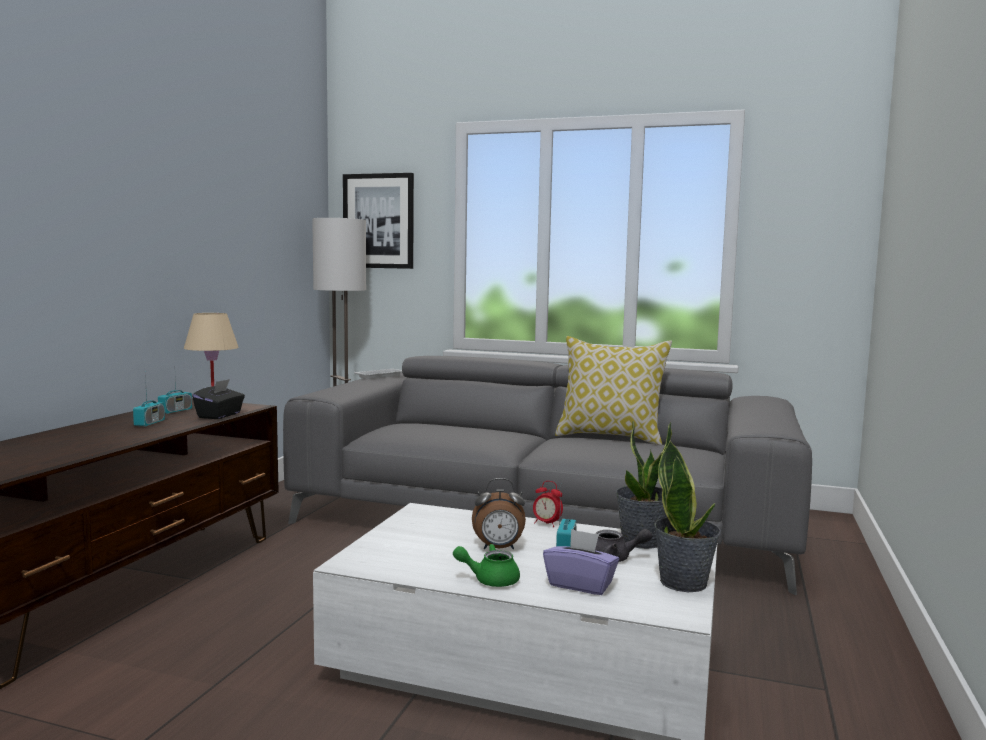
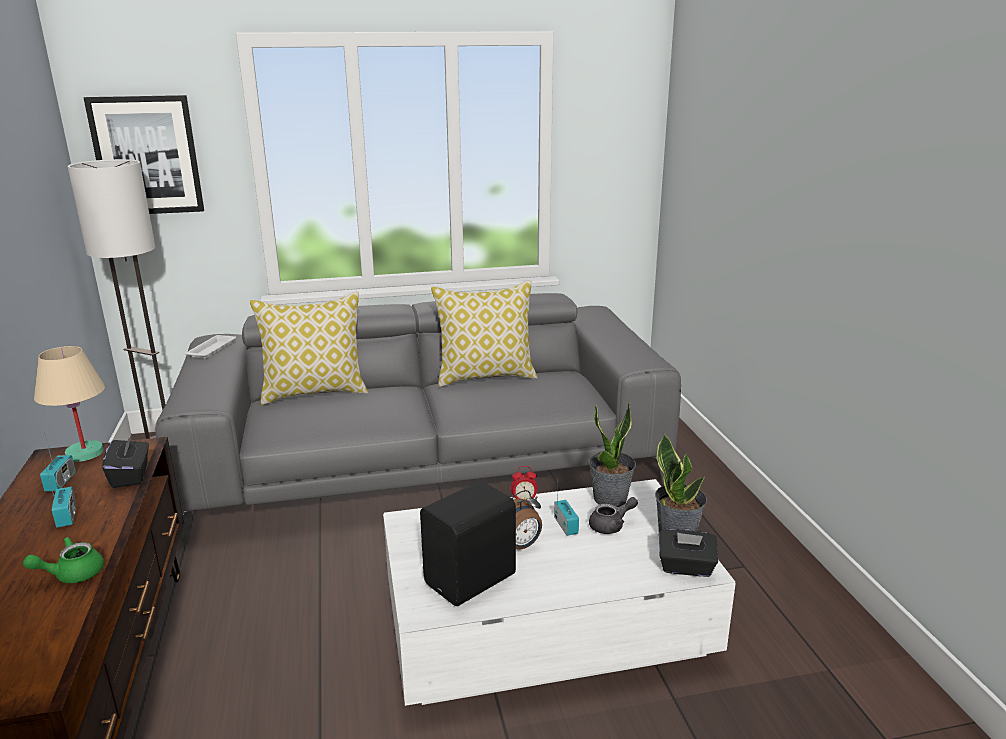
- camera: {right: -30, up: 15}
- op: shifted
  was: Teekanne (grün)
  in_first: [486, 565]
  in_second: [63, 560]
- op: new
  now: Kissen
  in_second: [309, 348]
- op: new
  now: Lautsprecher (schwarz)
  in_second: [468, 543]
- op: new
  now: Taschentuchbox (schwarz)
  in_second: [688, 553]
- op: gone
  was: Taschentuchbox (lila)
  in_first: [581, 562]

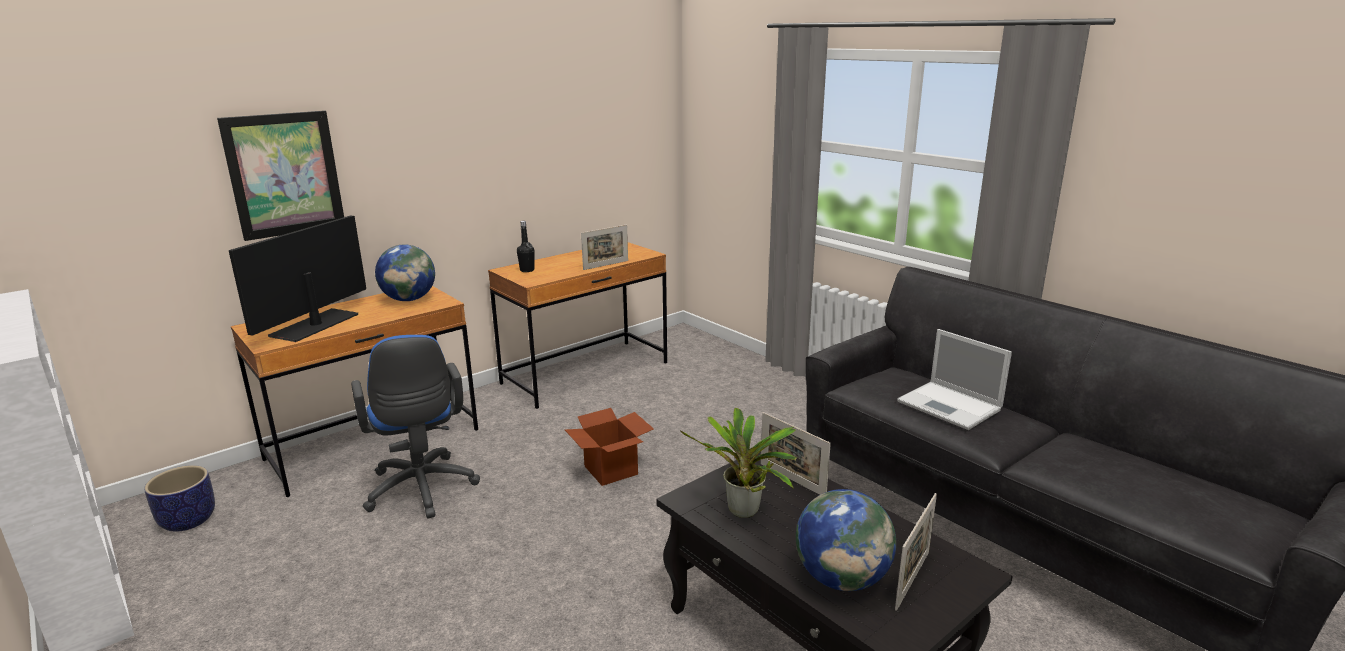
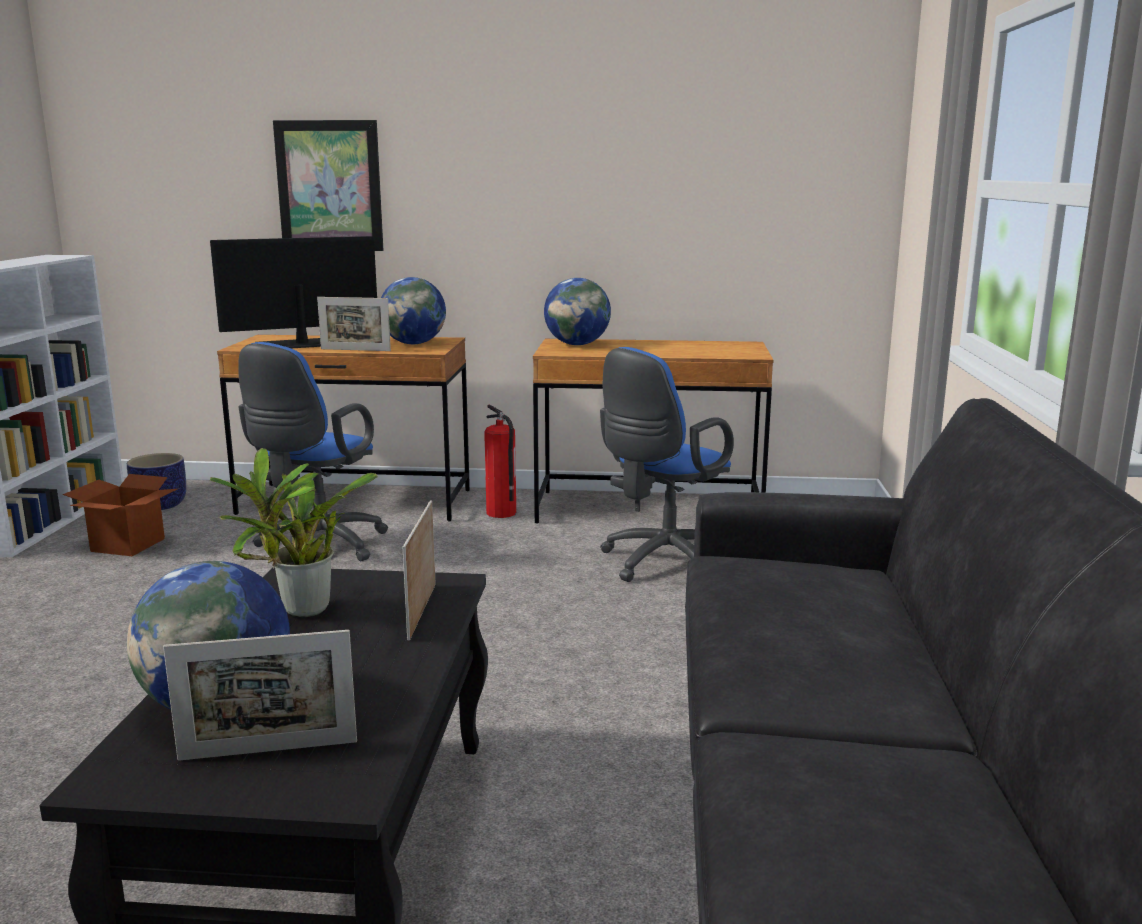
- camera: {right: 45, up: -5}
- op: shifted
  was: Karton
  in_first: [609, 447]
  in_second: [120, 515]
- op: shifted
  was: Bilderrahmen
  in_first: [604, 247]
  in_second: [354, 324]
- op: new
  now: Feuerlöscher
  in_second: [500, 461]
- op: swapped
  was: Flasche (schwarz)
  now: Globus
  in_first: [526, 246]
  in_second: [577, 311]
- op: new
  now: Bürostuhl (blau)
  in_second: [667, 464]
- op: gone
  was: Laptop
  in_first: [954, 379]

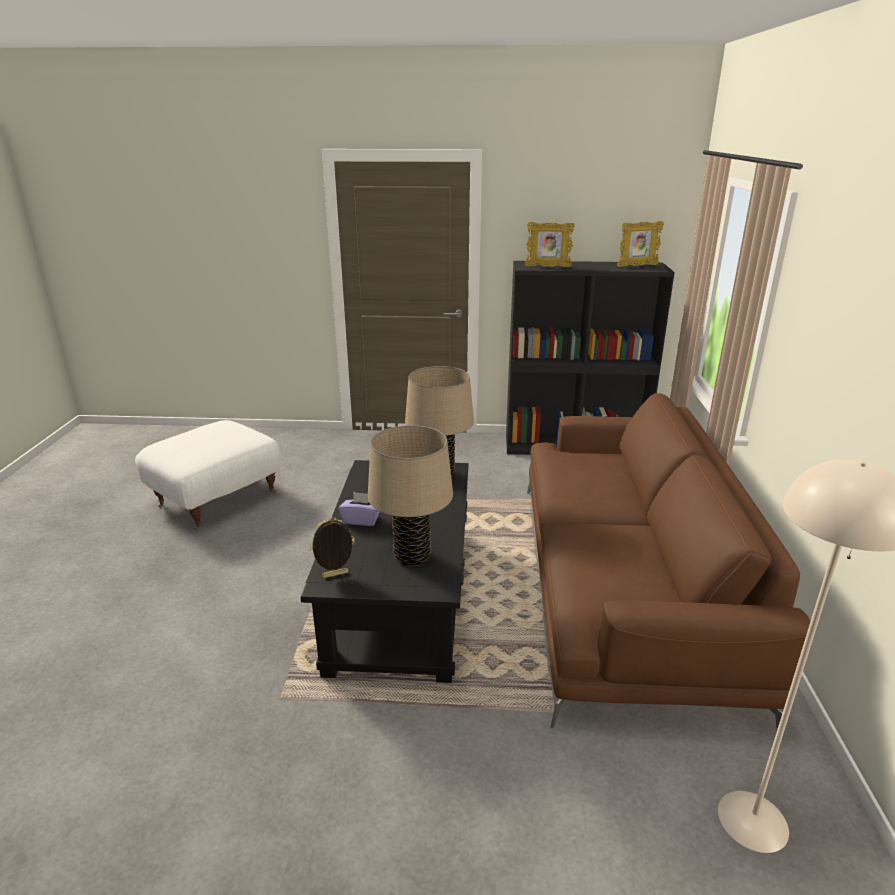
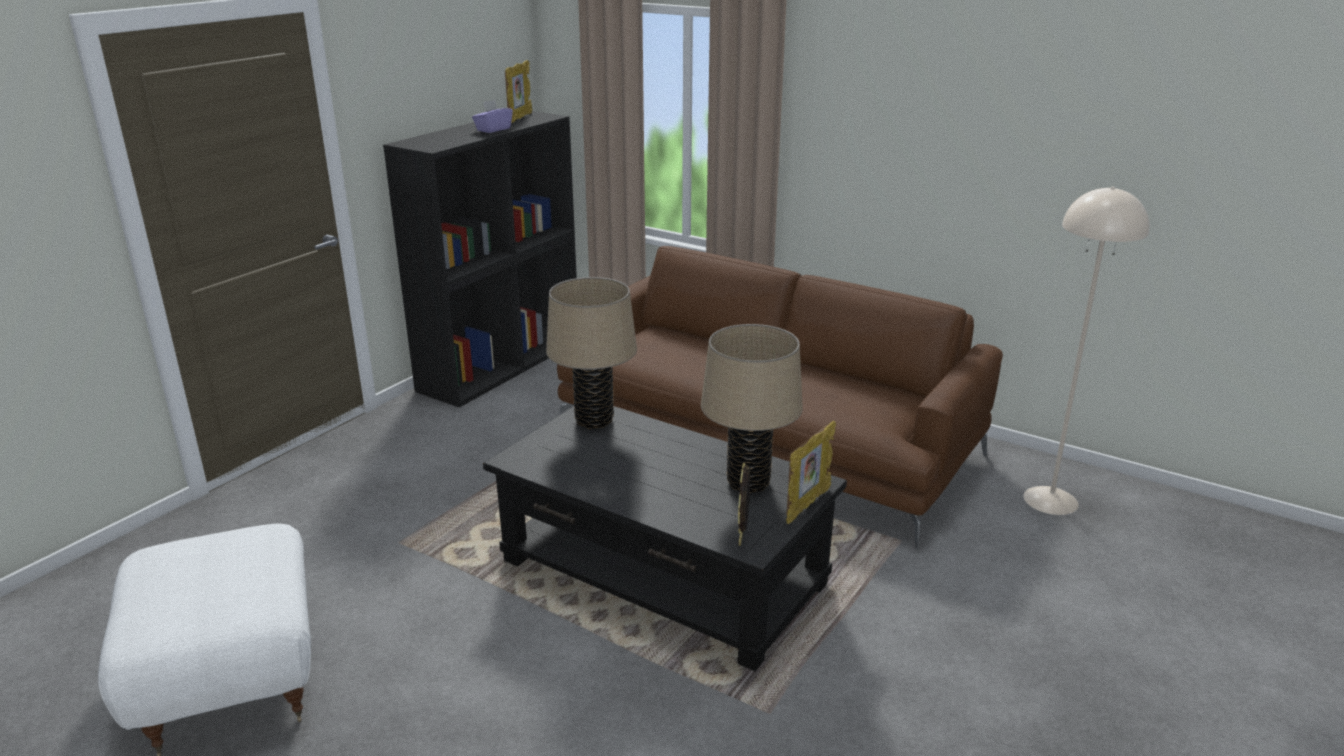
- camera: {right: -60, up: 0}
- op: shifted
  was: Taschentuchbox (lila)
  in_first: [359, 509]
  in_second: [492, 116]
- op: shifted
  was: Bilderrahmen
  in_first: [550, 244]
  in_second: [811, 472]

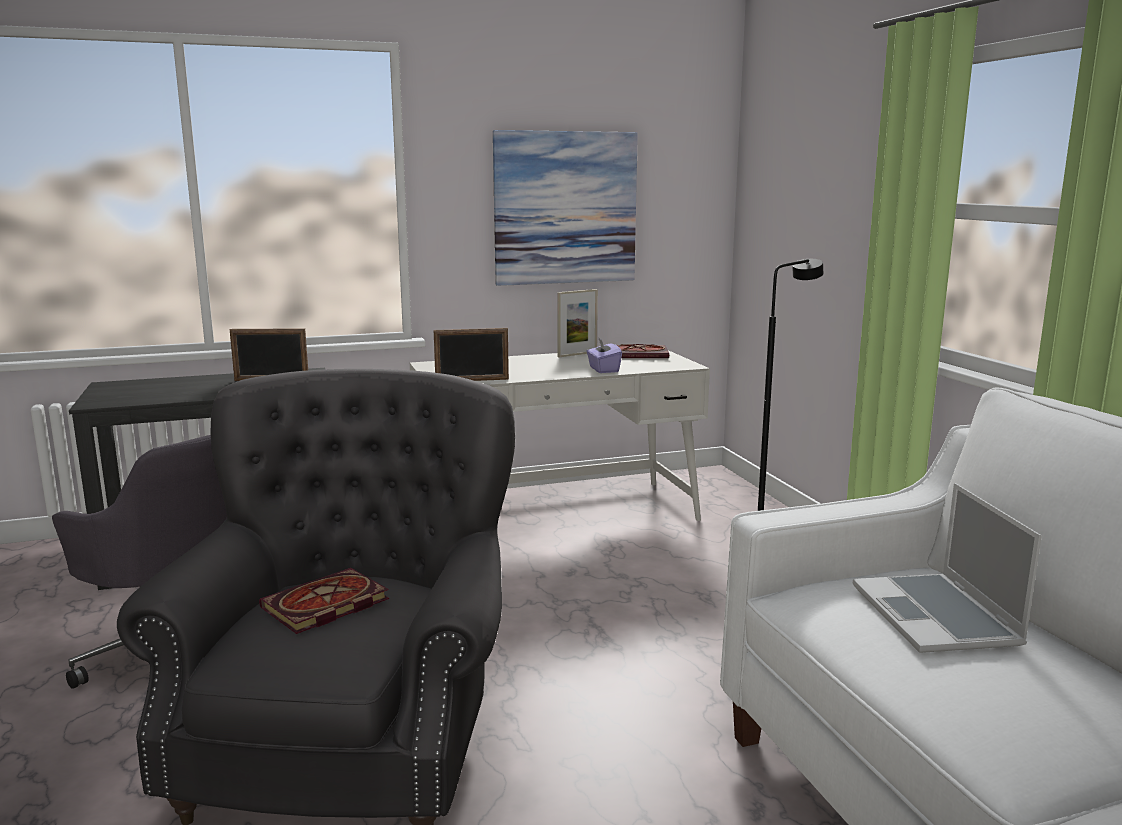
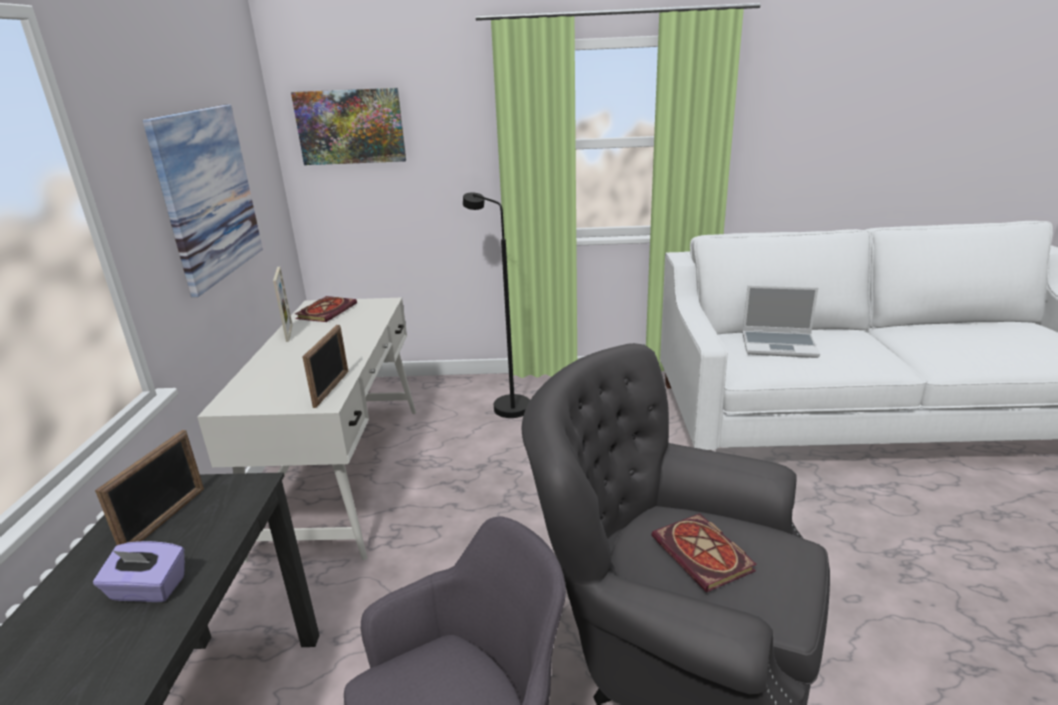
- camera: {right: -70, up: 10}
- op: shifted
  was: Taschentuchbox (lila)
  in_first: [604, 355]
  in_second: [139, 571]
- op: new
  now: Bild
  in_second: [348, 126]

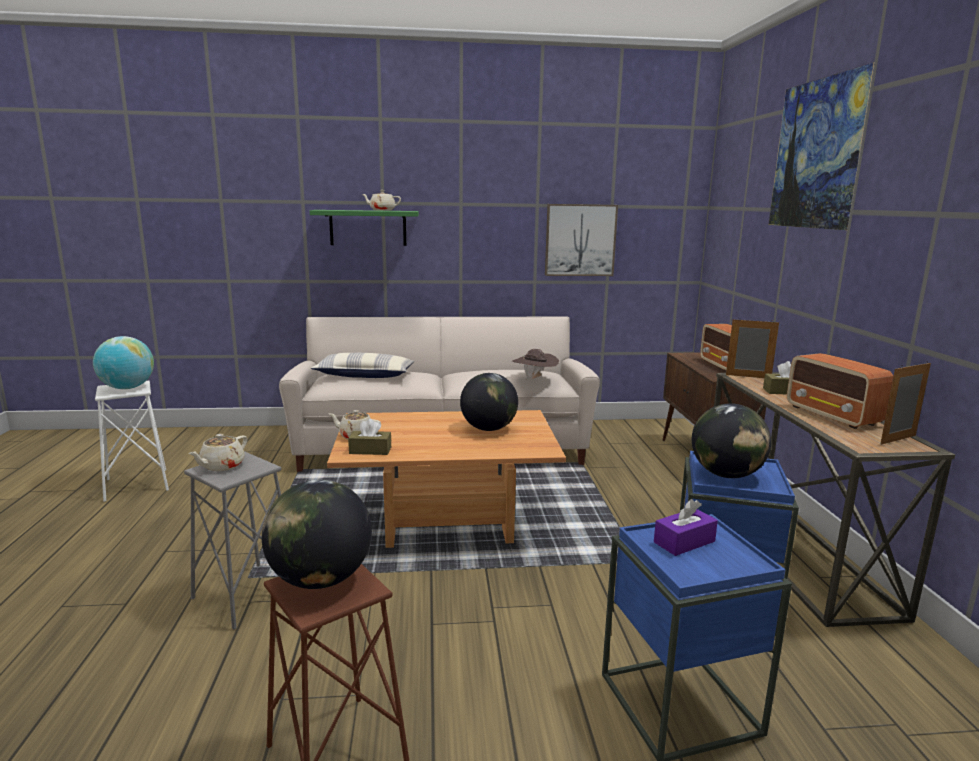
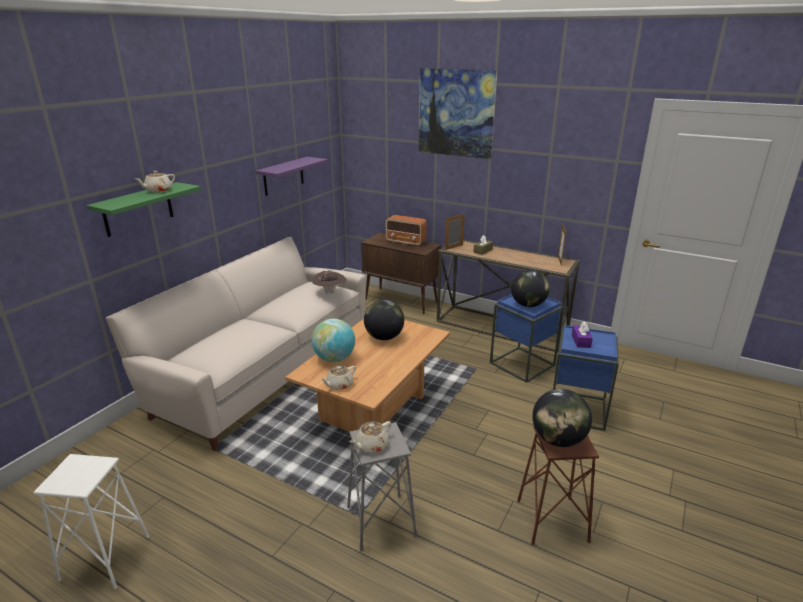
- camera: {right: -55, up: 10}
- op: swapped
  was: Bild
  now: Wandregal (lila)
  in_first: [581, 240]
  in_second: [292, 176]
- op: shifted
  was: Globus
  in_first: [123, 362]
  in_second: [333, 340]
- op: rotated
  was: Teekanne (beige)
  in_first: [217, 452]
  in_second: [370, 437]
  clockwise: 75
- op: gone
  was: Kissen
  in_first: [362, 365]
- op: gone
  was: Taschentuchbox (braun)
  in_first: [369, 437]
- op: gone
  was: Radio
  in_first: [840, 391]

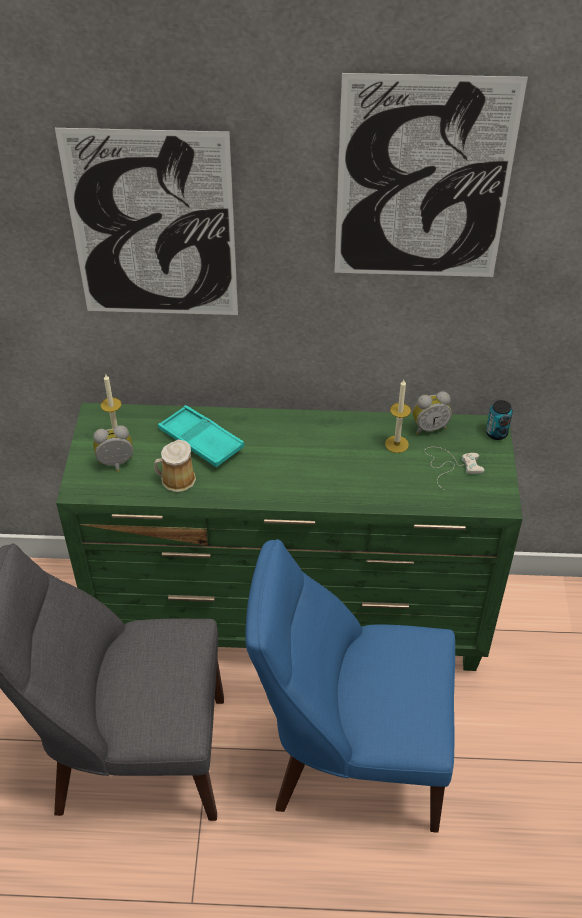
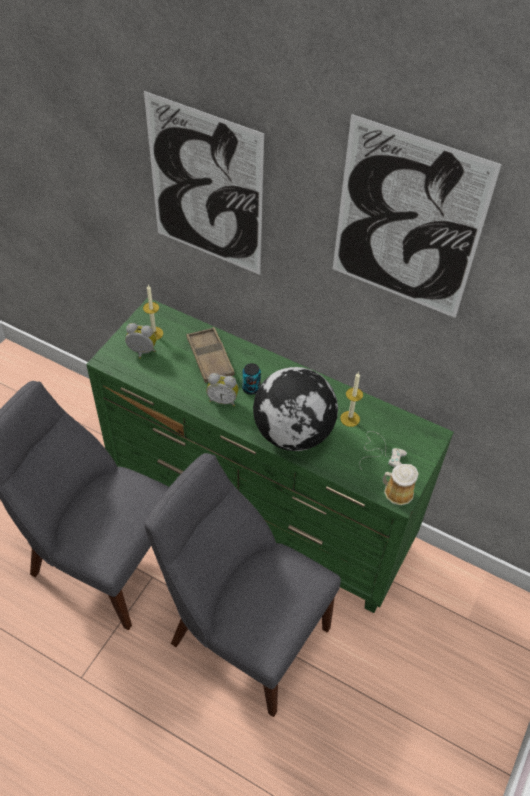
- camera: {right: 25, up: 5}
- op: repainted
  was: Stuhl (blau)
  now: Stuhl (grau)
  in_first: [350, 686]
  in_second: [242, 585]
- op: repainted
  was: Tablett (türkis)
  now: Tablett (braun)
  in_first: [201, 436]
  in_second: [210, 355]
- op: shifted
  was: Wecker
  in_first: [432, 413]
  in_second: [222, 389]
- op: shifted
  was: Dose
  in_first: [499, 420]
  in_second: [251, 379]
- op: new
  now: Globus
  in_second: [295, 409]
- op: shifted
  was: Henkelbecher
  in_first: [175, 465]
  in_second: [401, 484]

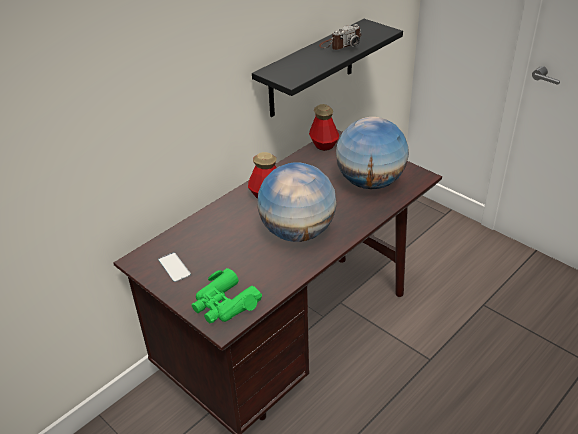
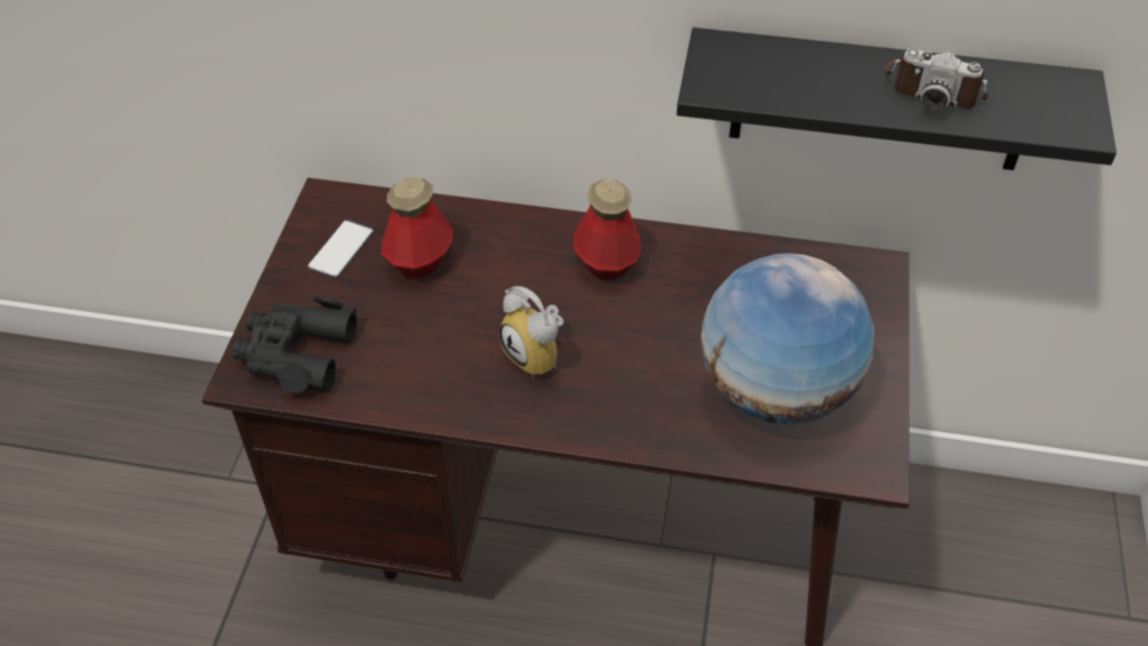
- camera: {right: 55, up: 10}
- op: repainted
  was: Fernglas (grün)
  now: Fernglas (schwarz)
  in_first: [226, 296]
  in_second: [294, 344]
- op: shifted
  was: Flasche
  in_first: [324, 127]
  in_second: [417, 227]
- op: swapped
  was: Globus
  now: Wecker
  in_first: [297, 202]
  in_second: [531, 331]

